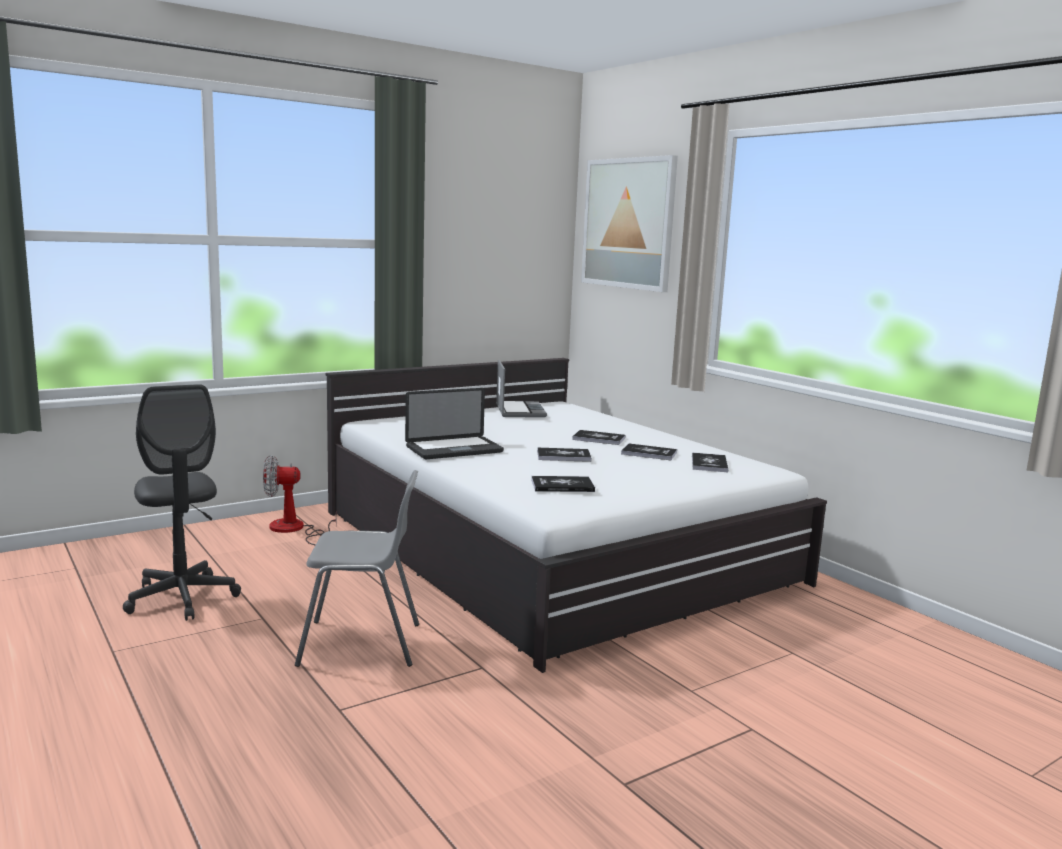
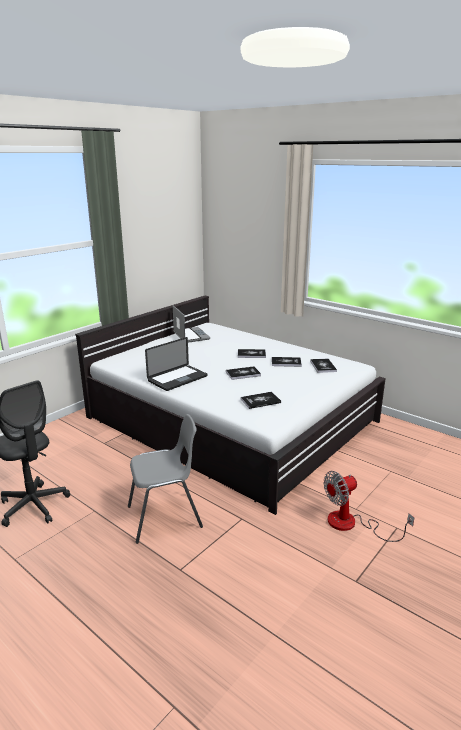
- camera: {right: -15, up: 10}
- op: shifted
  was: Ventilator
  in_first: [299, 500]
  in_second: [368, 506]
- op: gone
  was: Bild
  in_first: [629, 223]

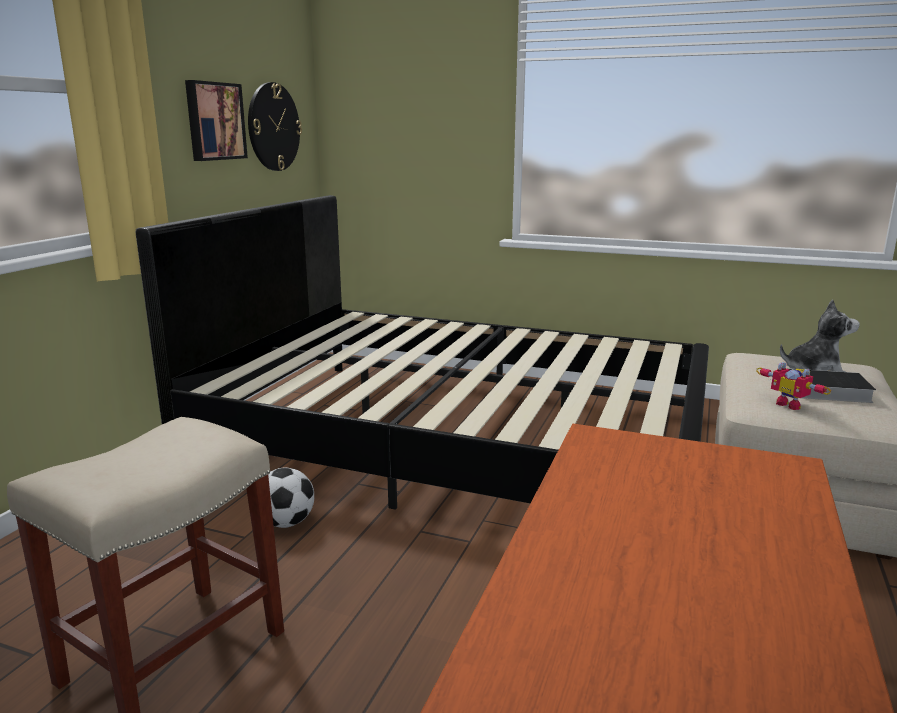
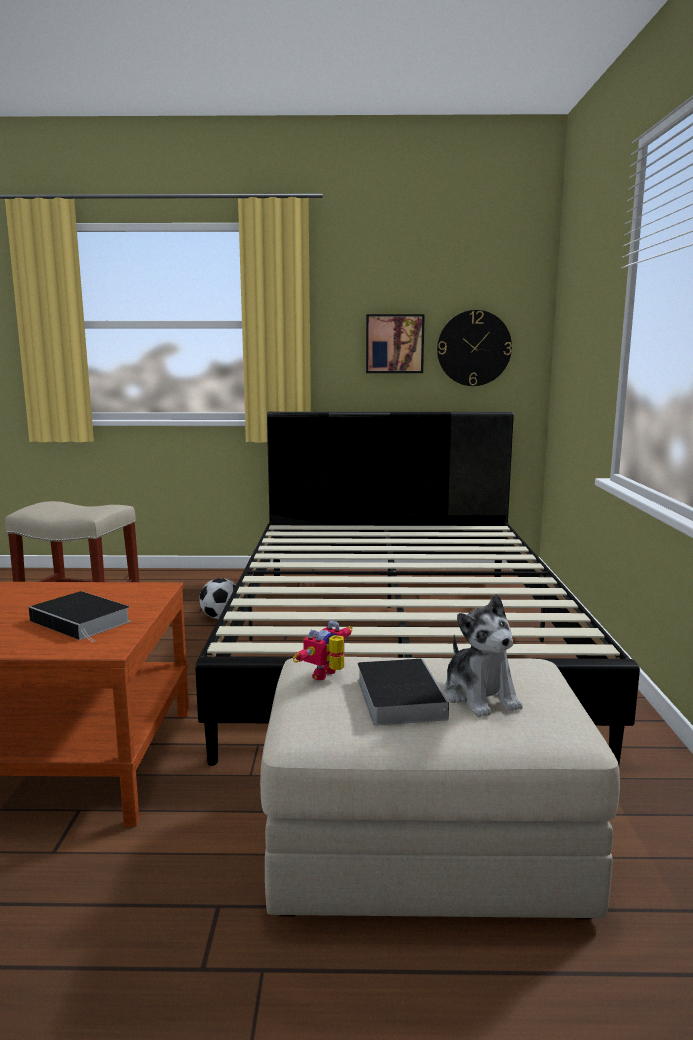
- camera: {right: 70, up: -5}
- op: new
  now: Buch
  in_second: [80, 616]

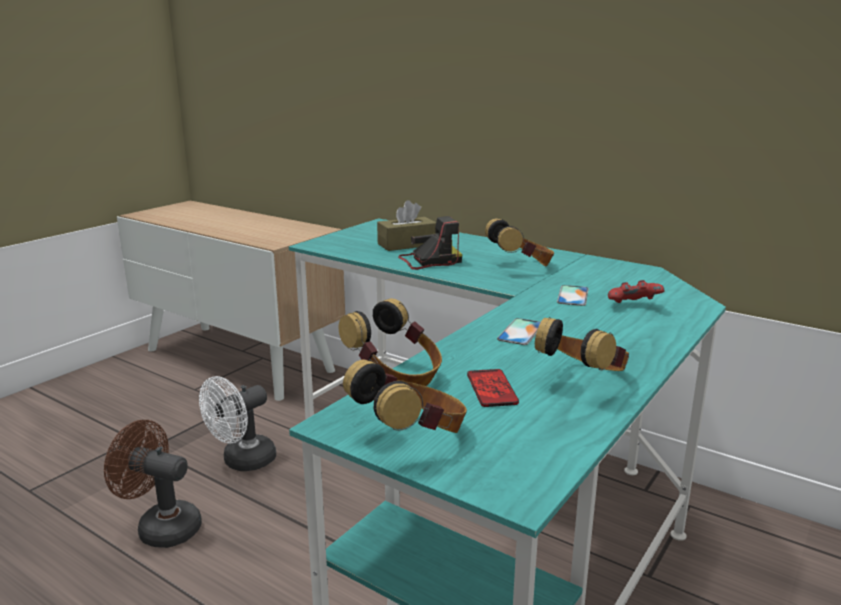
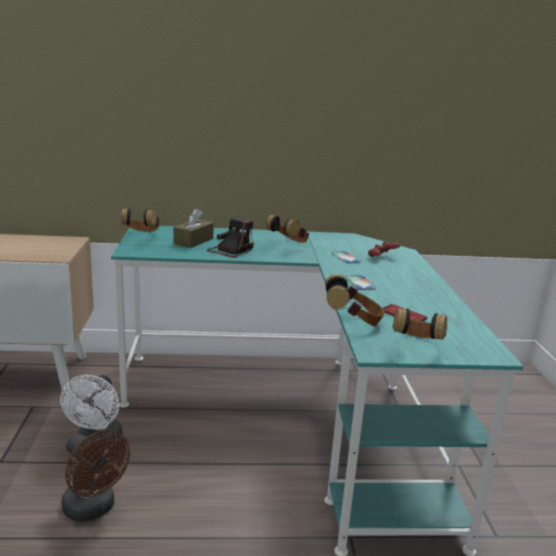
- camera: {right: -40, up: 0}
- op: rotated
  was: Ventilator (braun)
  in_first: [153, 484]
  in_second: [95, 476]
  clockwise: -120
- op: shifted
  was: Kopfhörer
  in_first: [582, 344]
  in_second: [140, 220]

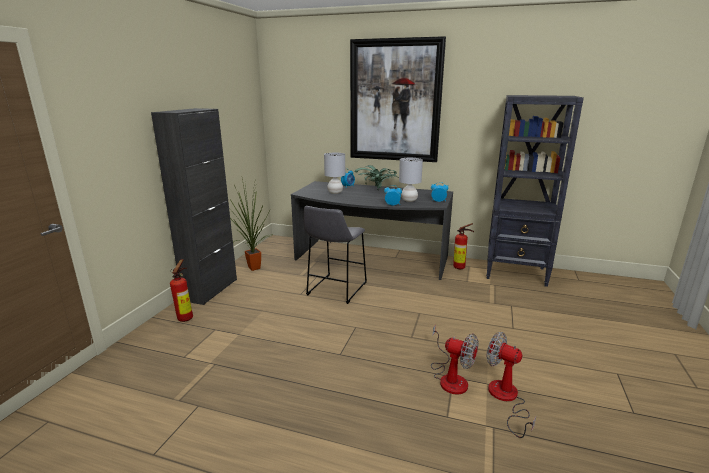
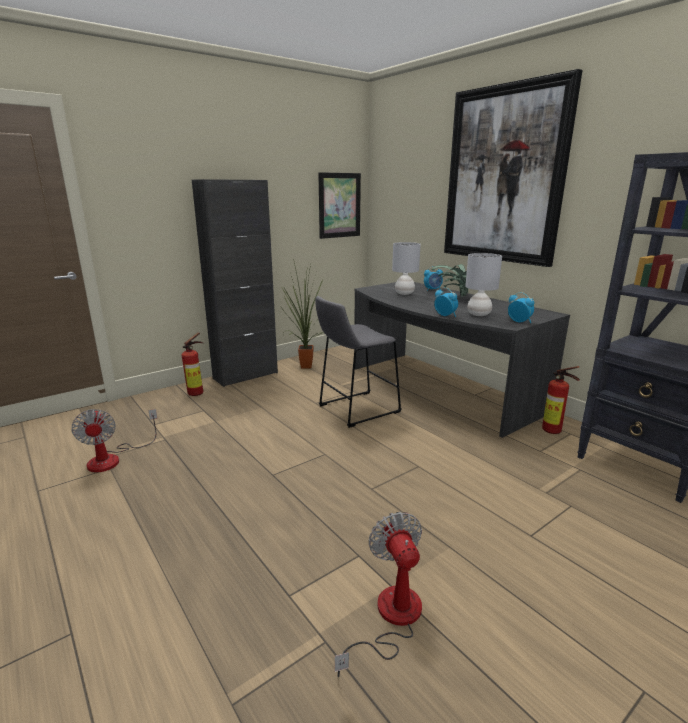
- camera: {right: 35, up: 0}
- op: shifted
  was: Ventilator
  in_first: [455, 359]
  in_second: [114, 441]
- op: new
  now: Bild
  in_second: [339, 205]

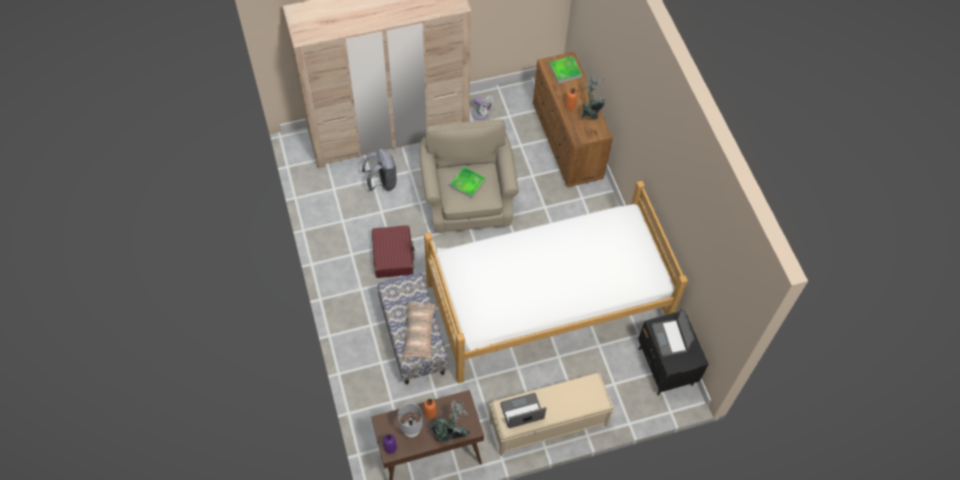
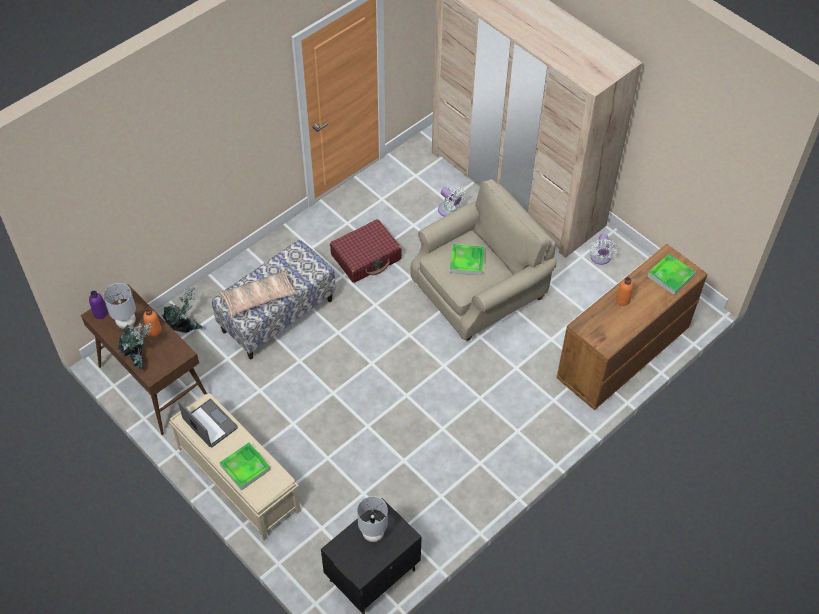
- camera: {right: 65, up: -5}
- op: shifted
  was: Topfpflanze
  in_first: [594, 97]
  in_second: [182, 309]
- op: new
  now: Tablett
  in_second: [245, 466]
- op: swapped
  was: Laptop
  now: Tischlampe (grau)
  in_first: [673, 332]
  in_second: [372, 519]
- op: swapped
  was: Rucksack (grau)
  now: Ventilator (weiß)
  in_first: [379, 170]
  in_second: [451, 202]
- op: gone
  was: Bett
  in_first: [556, 282]

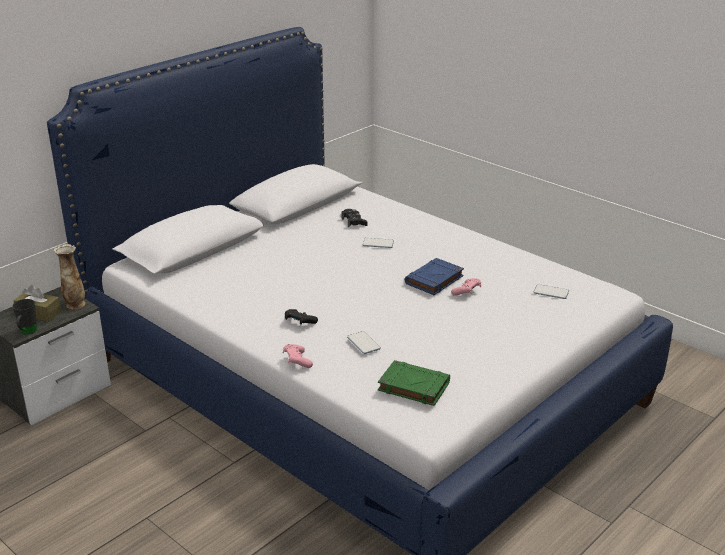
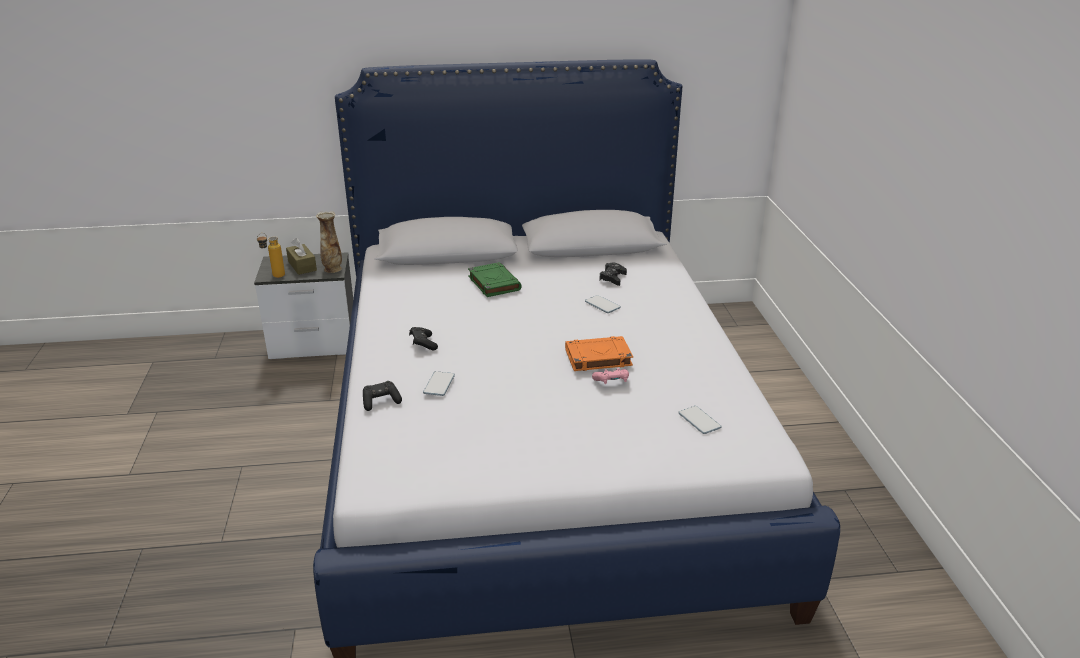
- camera: {right: 40, up: 0}
- op: swapped
  was: Henkelbecher (schwarz)
  now: Flasche
  in_first: [24, 317]
  in_second: [271, 255]
- op: new
  now: Gamepad (schwarz)
  in_second: [382, 396]
- op: shifted
  was: Buch (grün)
  in_first: [414, 383]
  in_second: [495, 279]
- op: repainted
  was: Buch (blau)
  now: Buch (orange)
  in_first: [434, 276]
  in_second: [599, 353]
- op: gone
  was: Gamepad (rosa)
  in_first: [298, 356]

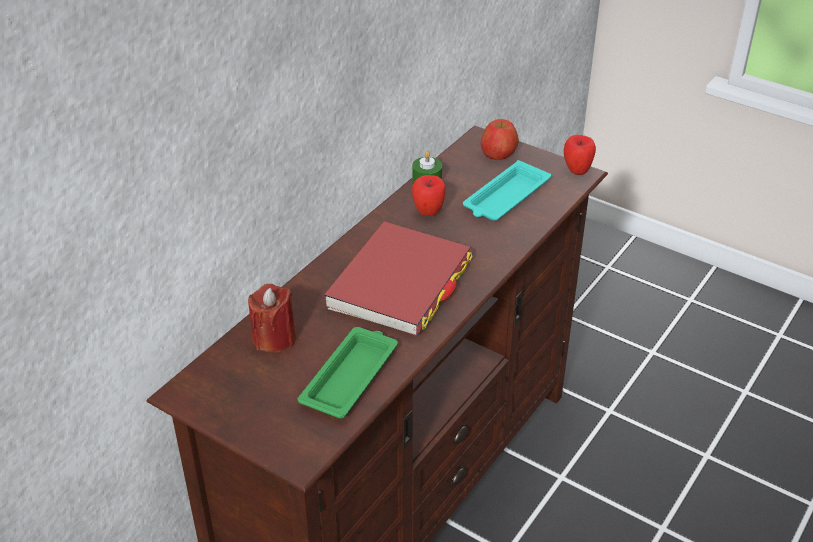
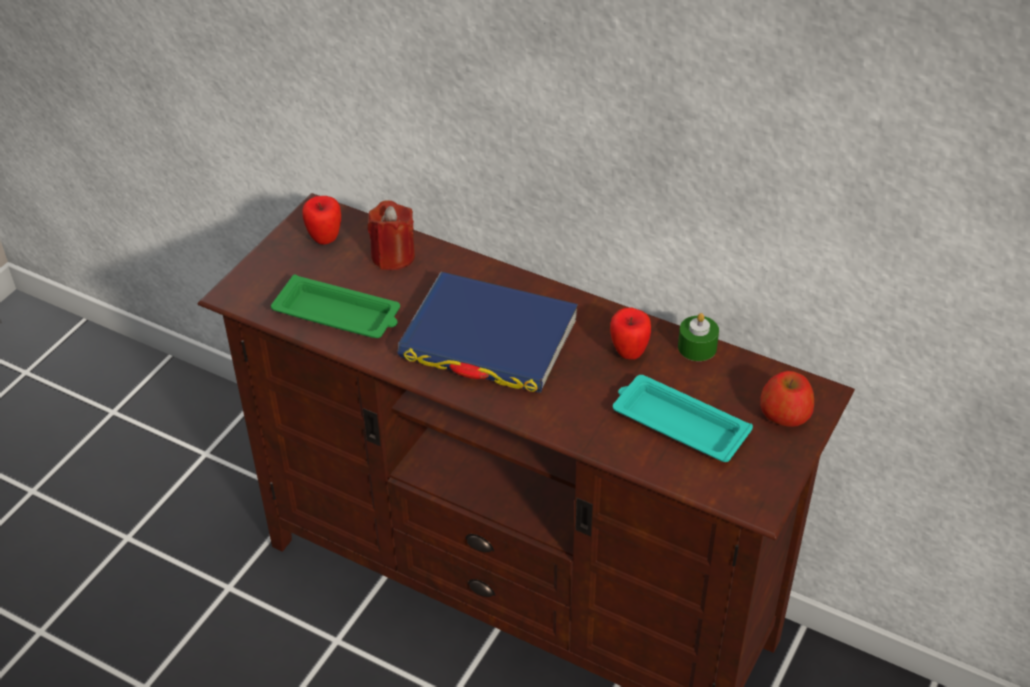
- camera: {right: 85, up: 5}
- op: shifted
  was: Apfel
  in_first: [580, 155]
  in_second: [321, 220]
- op: repainted
  was: Buch (rot)
  now: Buch (blau)
  in_first: [398, 279]
  in_second: [488, 332]

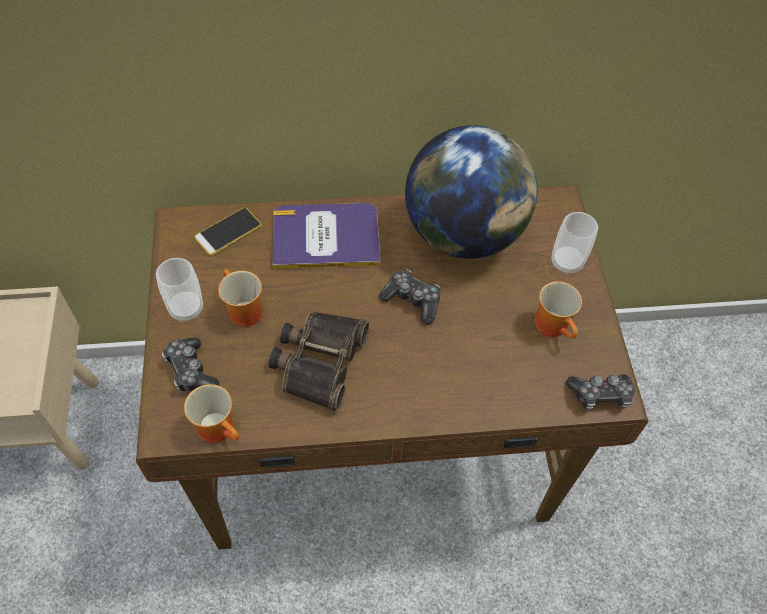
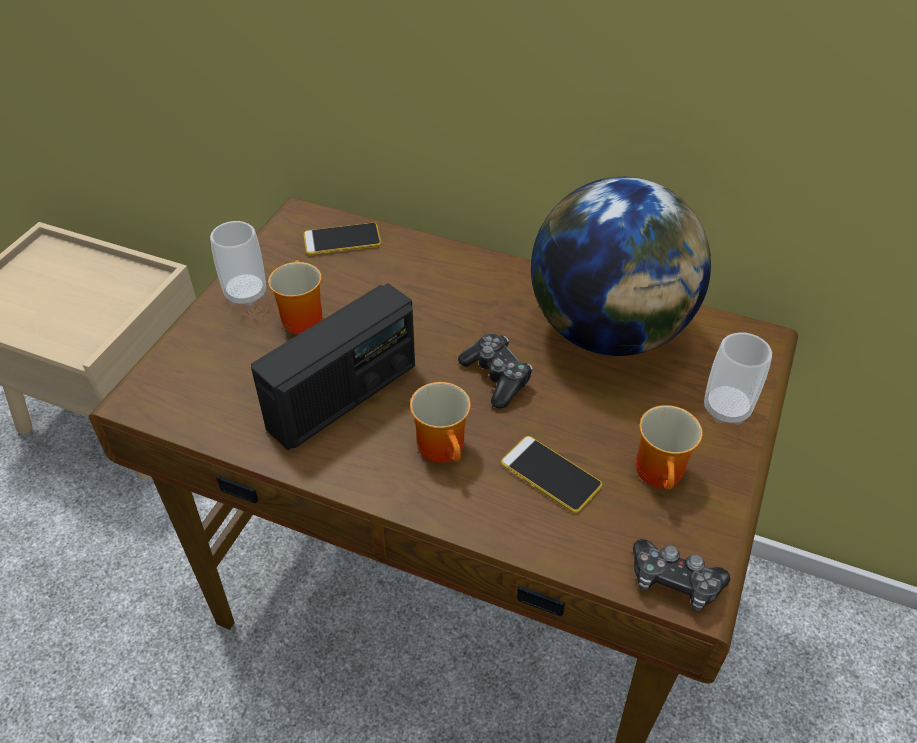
- camera: {right: 30, up: -10}
- op: swapped
  was: Fernglas
  now: Radio
  in_first: [319, 361]
  in_second: [333, 366]
- op: shifted
  was: Henkelbecher
  in_first: [212, 413]
  in_second: [440, 422]
- op: new
  now: Handy
  in_second: [551, 474]
- op: gone
  was: Gamepad
  in_first: [191, 364]
- op: gone
  was: Buch
  in_first: [327, 236]

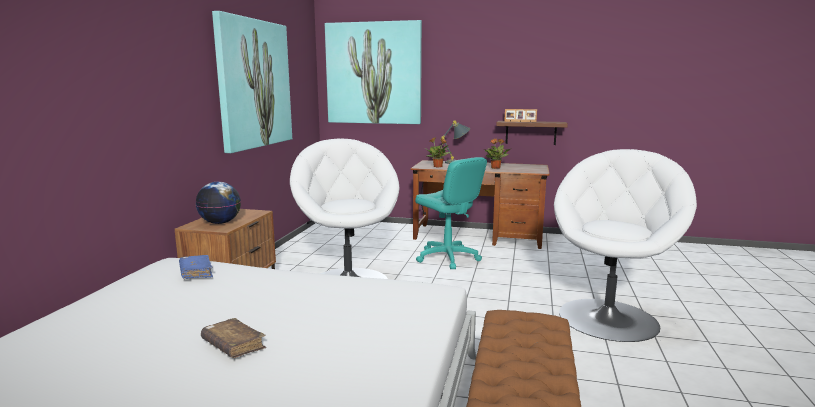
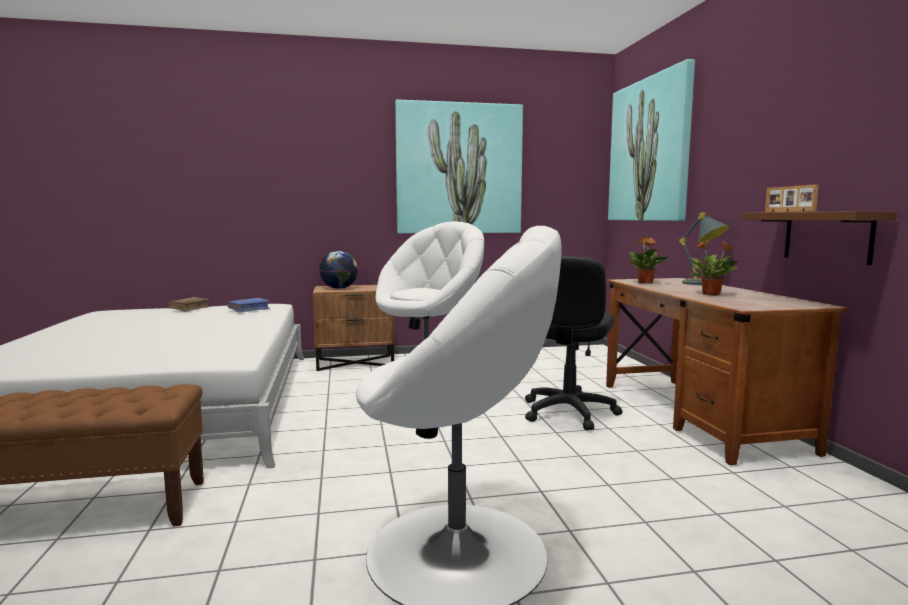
- camera: {right: 65, up: -5}
- op: shifted
  was: Buch (braun)
  in_first: [233, 338]
  in_second: [188, 304]
- op: repainted
  was: Bürostuhl (türkis)
  now: Bürostuhl (schwarz)
  in_first: [451, 213]
  in_second: [574, 343]

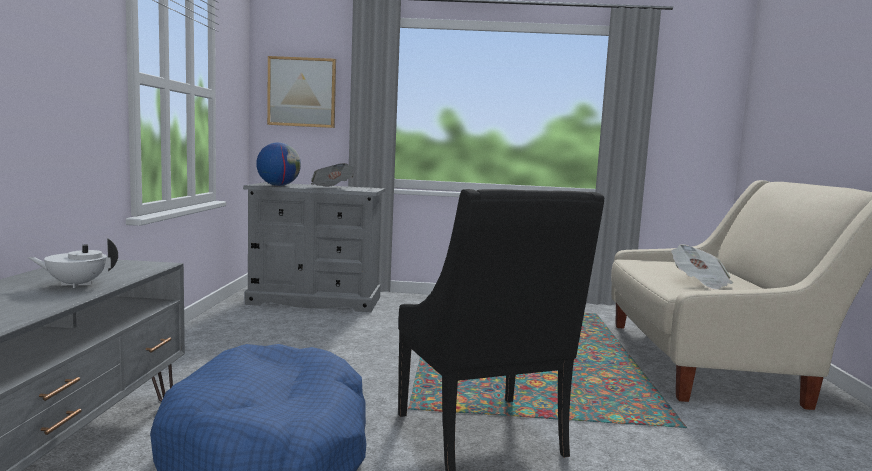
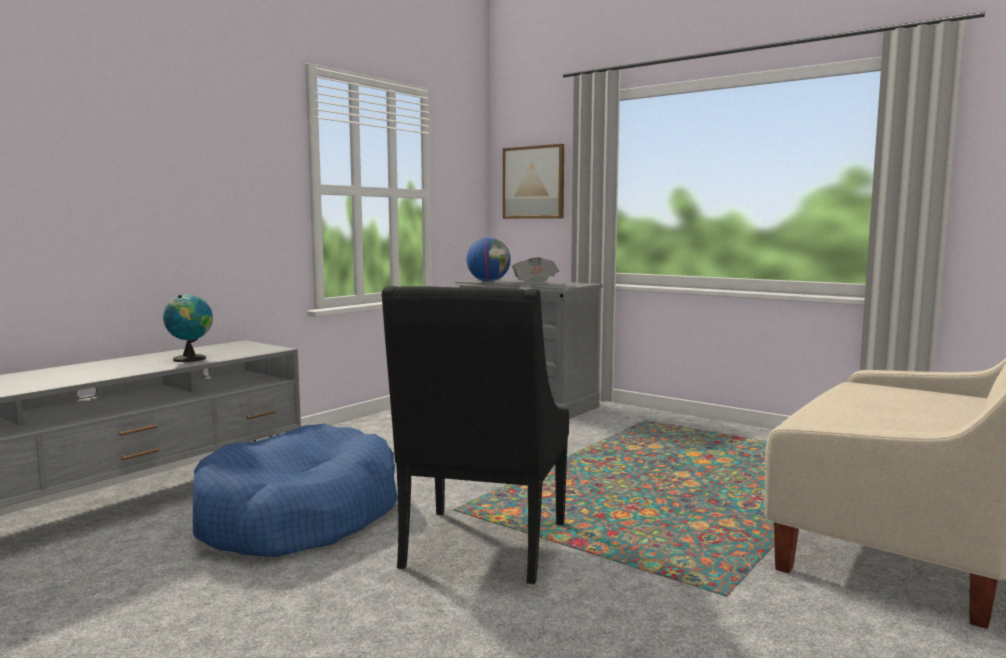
- camera: {right: 35, up: 0}
- op: swapped
  was: Teekanne (weiß)
  now: Globus
  in_first: [73, 263]
  in_second: [188, 328]
- op: gone
  was: Zeitung
  in_first: [702, 266]

